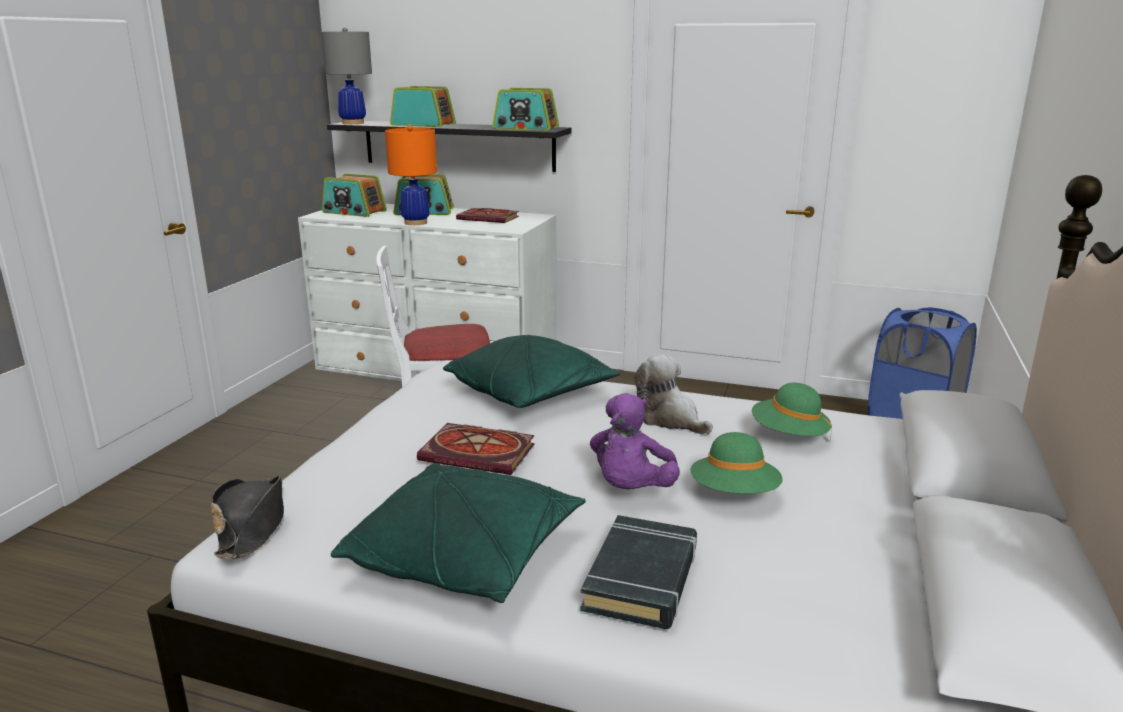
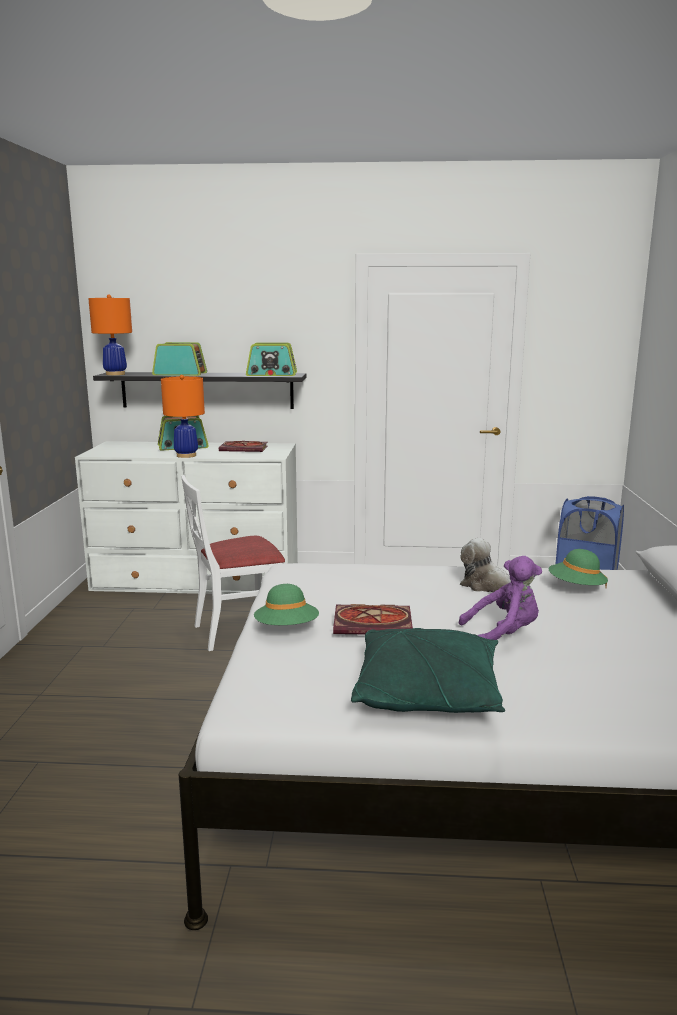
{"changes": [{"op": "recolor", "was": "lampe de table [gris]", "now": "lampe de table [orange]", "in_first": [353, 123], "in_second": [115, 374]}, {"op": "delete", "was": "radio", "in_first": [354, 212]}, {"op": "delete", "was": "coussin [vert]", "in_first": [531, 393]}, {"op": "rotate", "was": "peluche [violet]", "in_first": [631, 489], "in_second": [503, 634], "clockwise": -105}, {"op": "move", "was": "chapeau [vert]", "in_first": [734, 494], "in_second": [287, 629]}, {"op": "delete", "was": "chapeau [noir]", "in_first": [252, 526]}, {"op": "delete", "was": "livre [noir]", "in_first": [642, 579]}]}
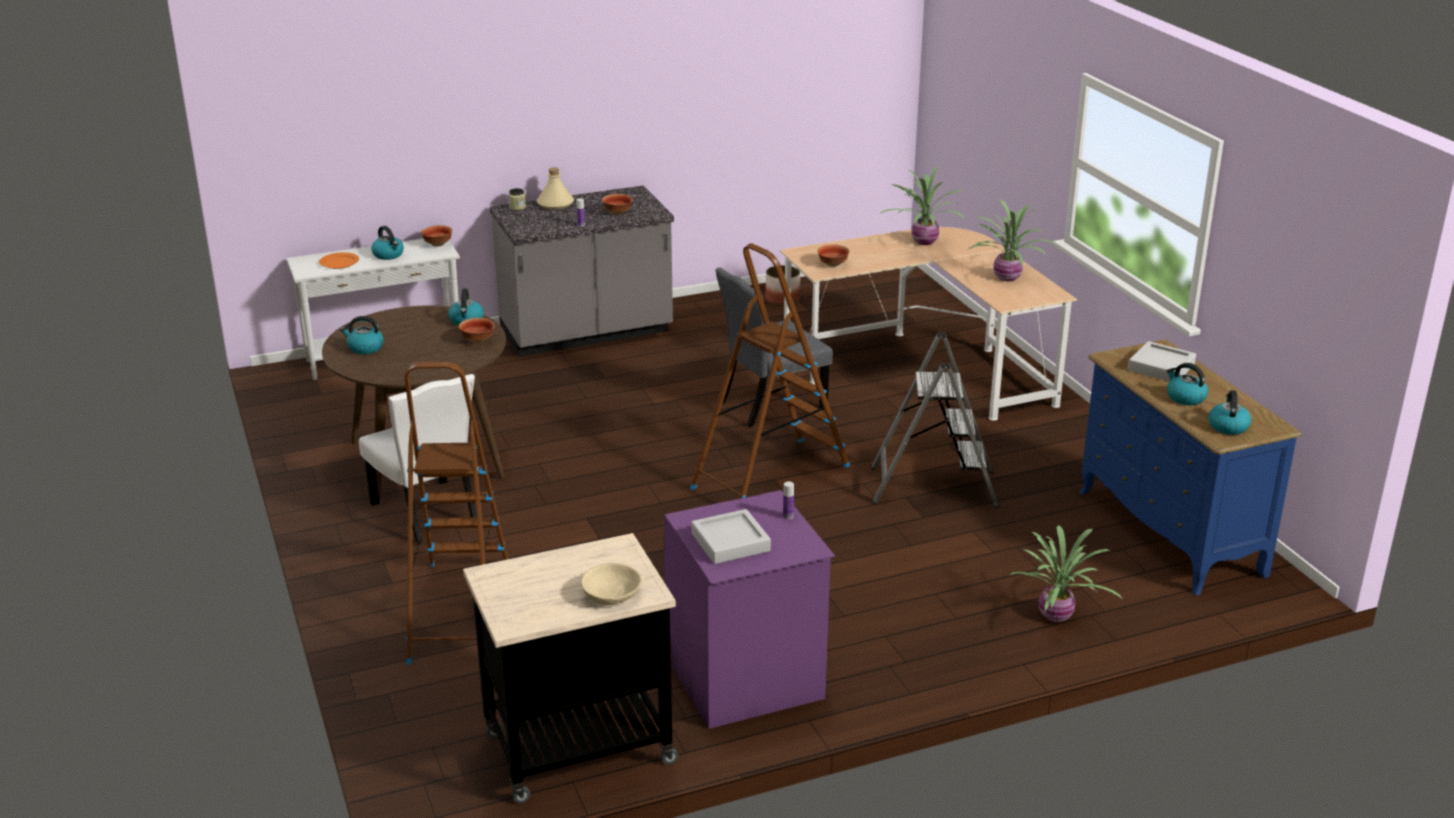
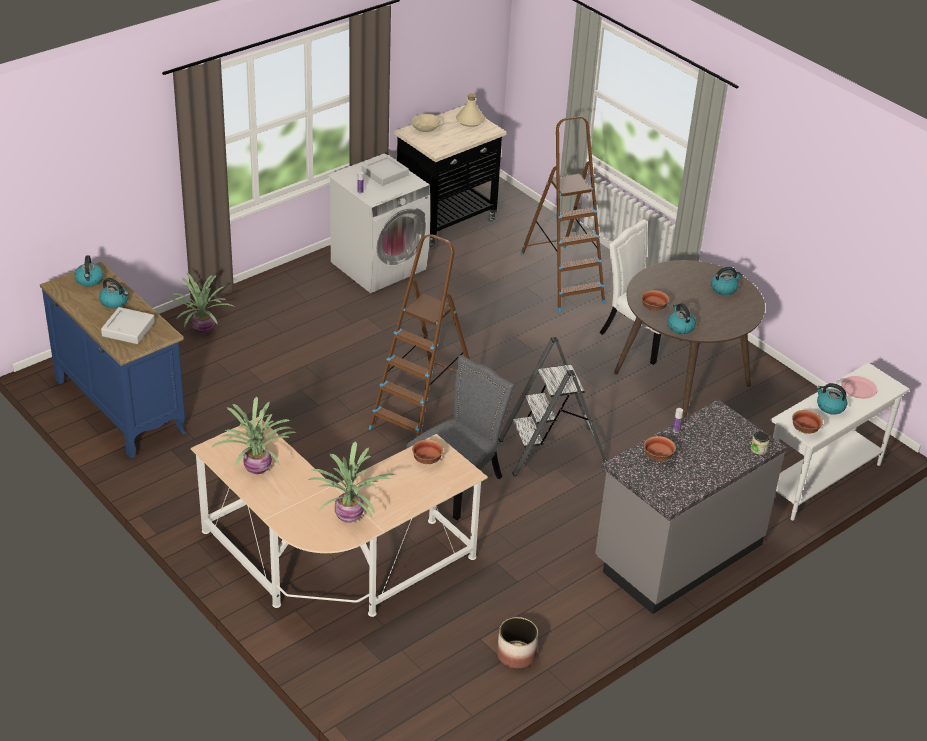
{"changes": [{"op": "move", "was": "bouteille [beige]", "in_first": [555, 204], "in_second": [470, 120]}, {"op": "recolor", "was": "assiette [orange]", "now": "assiette [rose]", "in_first": [339, 262], "in_second": [858, 389]}, {"op": "move", "was": "escabeau [gris]", "in_first": [931, 486], "in_second": [553, 450]}, {"op": "recolor", "was": "lave-linge [violet]", "now": "lave-linge [blanc]", "in_first": [744, 680], "in_second": [378, 264]}]}
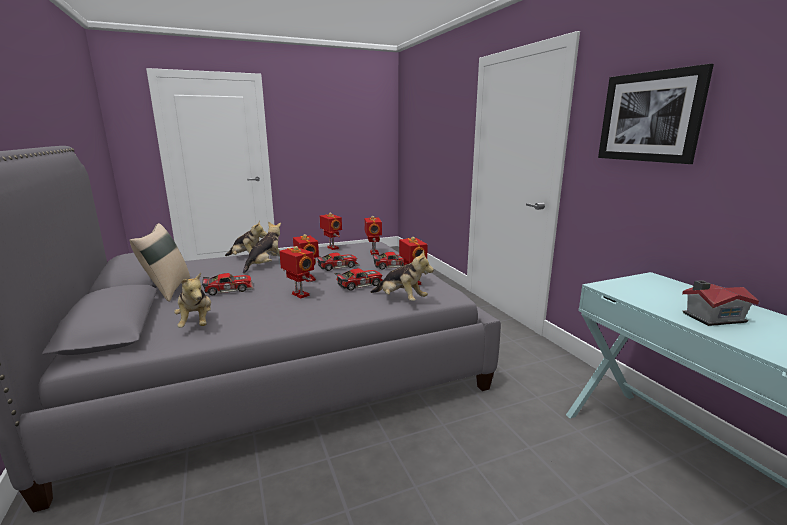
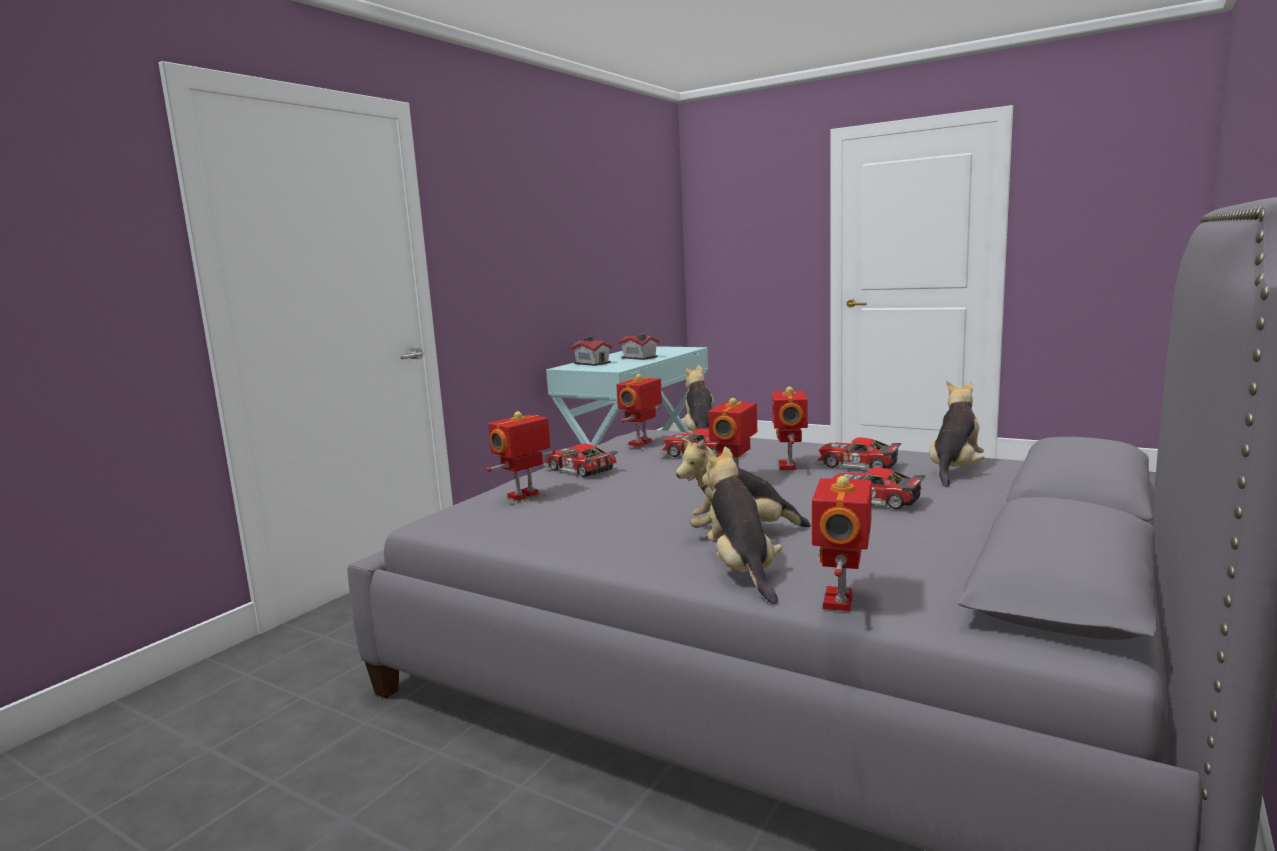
{"changes": [{"op": "delete", "was": "tableau", "in_first": [650, 117]}, {"op": "move", "was": "robot jouet", "in_first": [332, 248], "in_second": [841, 601]}, {"op": "delete", "was": "coussin [beige]", "in_first": [167, 290]}, {"op": "move", "was": "petite voiture", "in_first": [337, 266], "in_second": [856, 465]}, {"op": "insert", "now": "maison miniature", "in_second": [592, 363]}]}
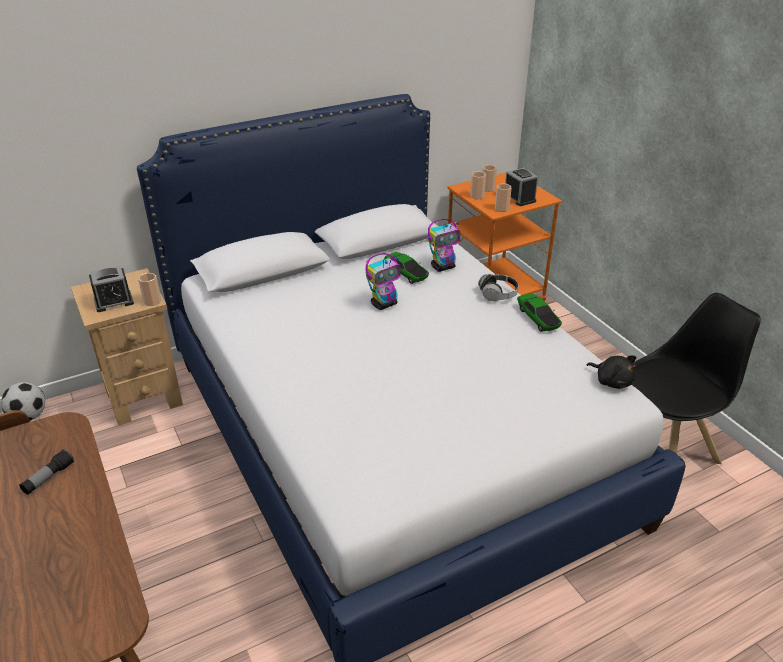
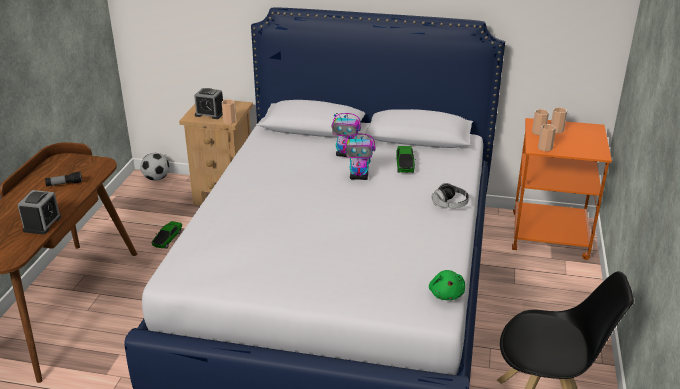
{"changes": [{"op": "move", "was": "réveil", "in_first": [519, 198], "in_second": [42, 224]}, {"op": "move", "was": "robot jouet", "in_first": [443, 267], "in_second": [345, 154]}, {"op": "move", "was": "petite voiture", "in_first": [538, 318], "in_second": [167, 239]}, {"op": "recolor", "was": "peluche [noir]", "now": "peluche [vert]", "in_first": [612, 381], "in_second": [446, 294]}]}
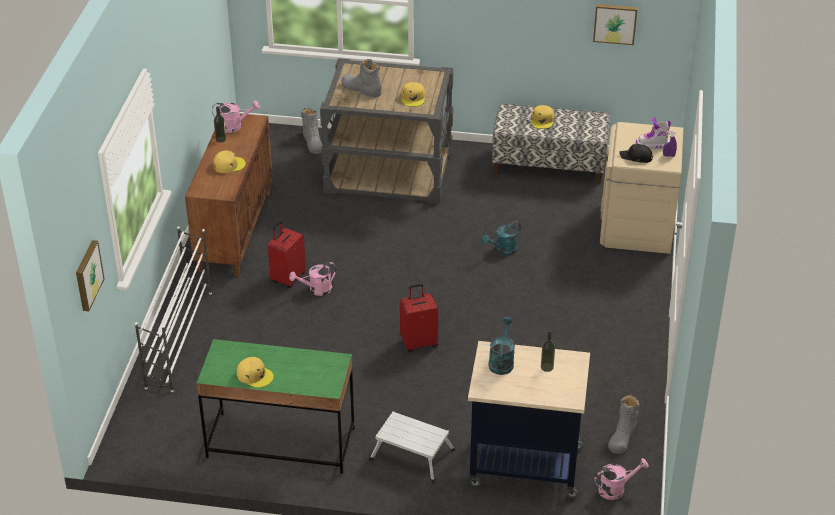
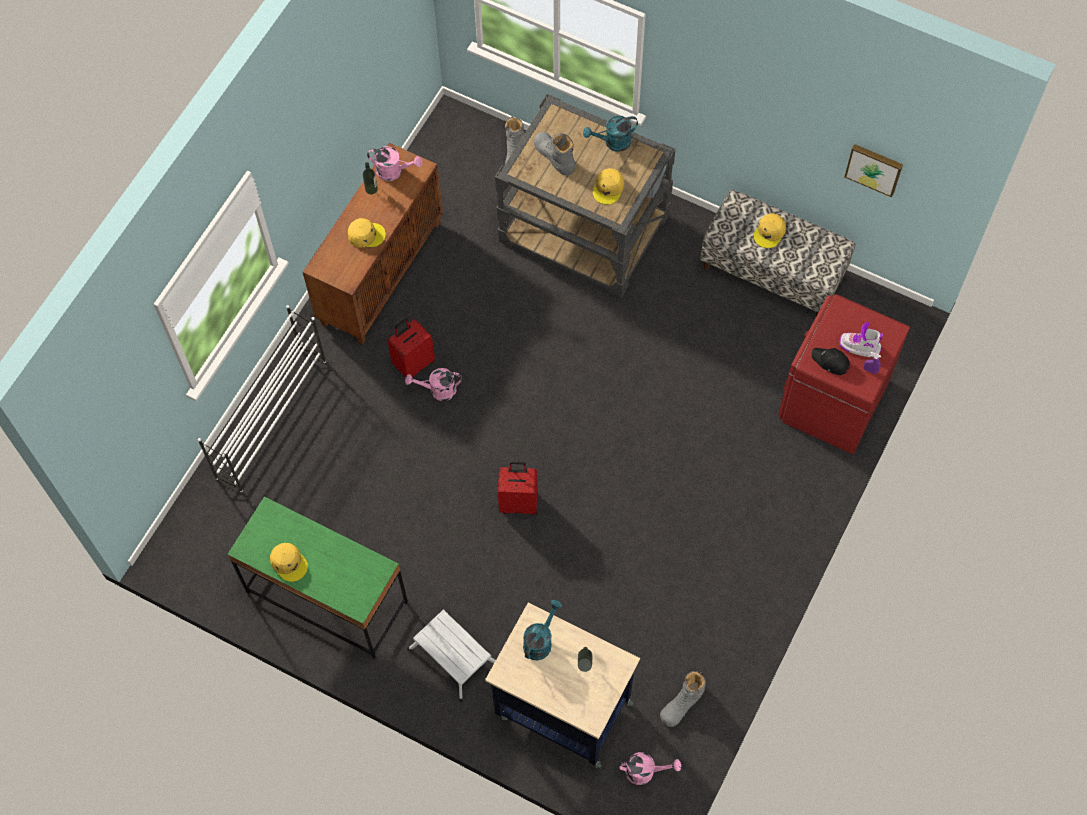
{"changes": [{"op": "recolor", "was": "lave-linge [beige]", "now": "lave-linge [rouge]", "in_first": [635, 226], "in_second": [831, 400]}, {"op": "move", "was": "arrosoir [turquoise]", "in_first": [503, 250], "in_second": [613, 142]}, {"op": "delete", "was": "tableau", "in_first": [87, 275]}]}
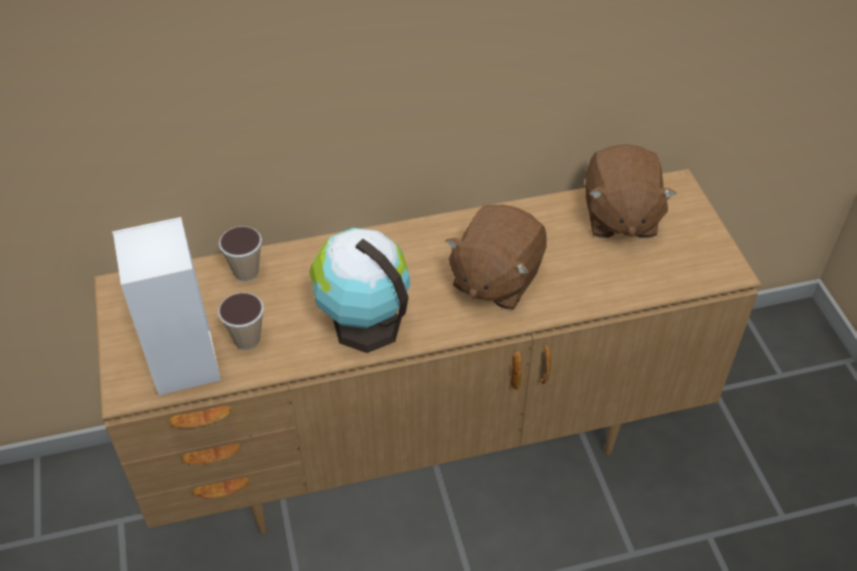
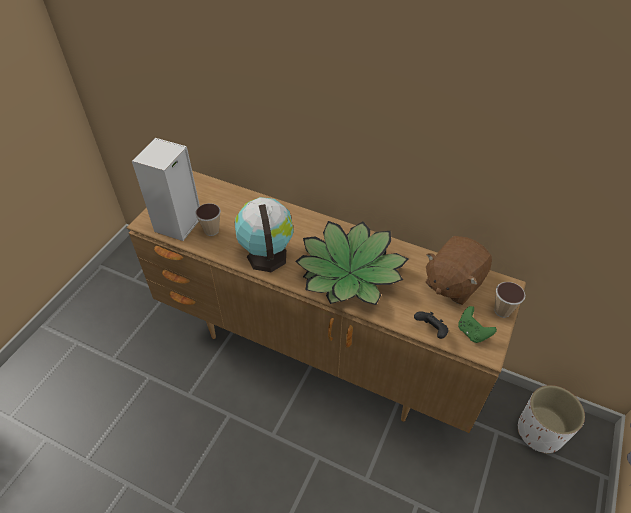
{"changes": [{"op": "replace", "was": "peluche [marron]", "now": "plante en pot", "in_first": [495, 279], "in_second": [350, 273]}, {"op": "move", "was": "tasse", "in_first": [246, 272], "in_second": [502, 311]}, {"op": "insert", "now": "manette [vert]", "in_second": [472, 332]}, {"op": "insert", "now": "manette [noir]", "in_second": [431, 330]}, {"op": "insert", "now": "cache-pot [blanc]", "in_second": [540, 431]}]}
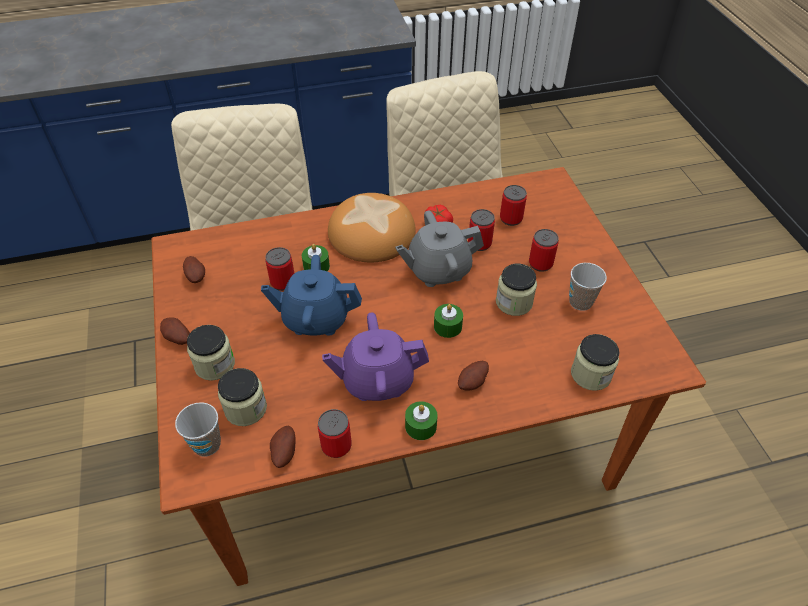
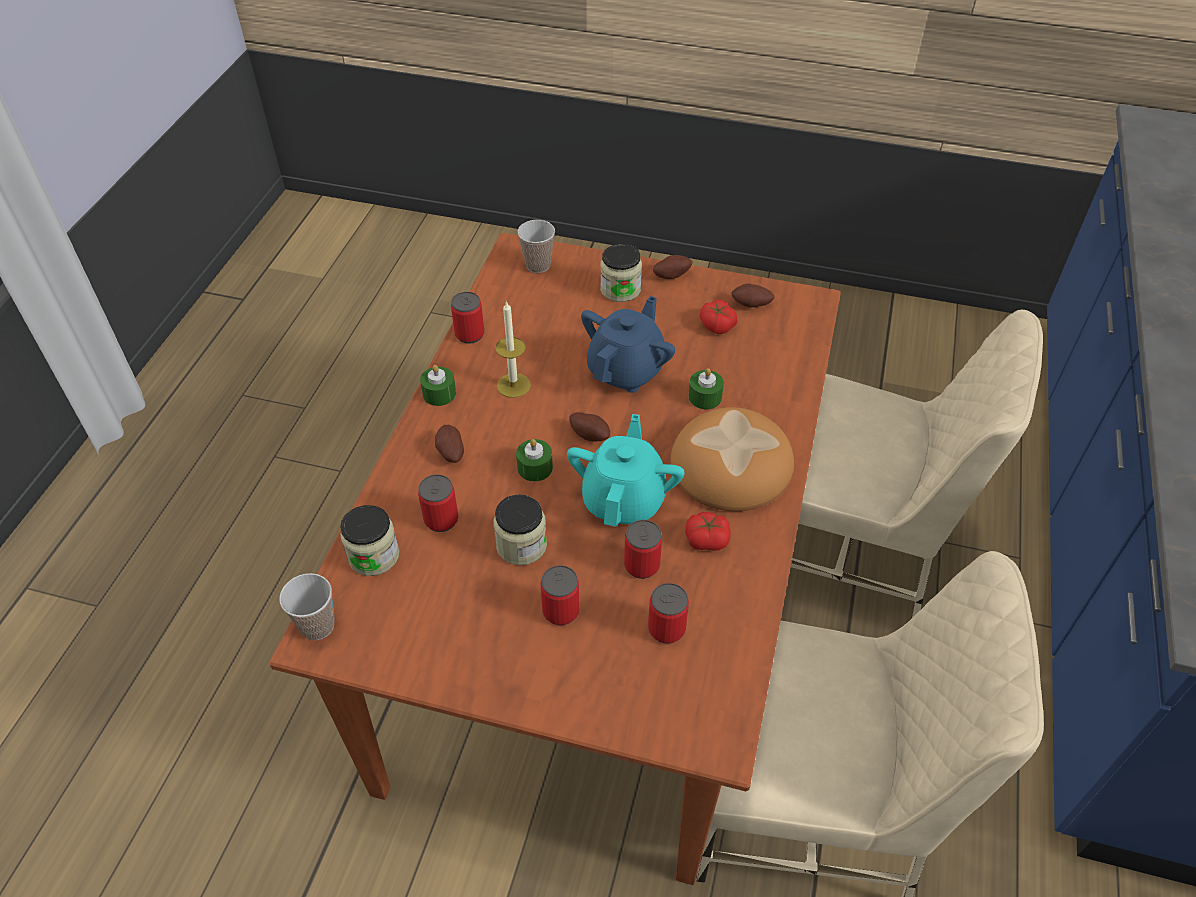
{"changes": [{"op": "recolor", "was": "théière [gris]", "now": "théière [turquoise]", "in_first": [438, 270], "in_second": [624, 500]}, {"op": "move", "was": "boîte métallique", "in_first": [283, 282], "in_second": [441, 519]}, {"op": "move", "was": "tasse", "in_first": [580, 302], "in_second": [317, 626]}, {"op": "replace", "was": "théière [violet]", "now": "bougie", "in_first": [377, 380], "in_second": [513, 385]}, {"op": "delete", "was": "bocal", "in_first": [246, 409]}, {"op": "move", "was": "pomme de terre", "in_first": [283, 452], "in_second": [590, 435]}, {"op": "insert", "now": "tomate", "in_second": [717, 325]}]}
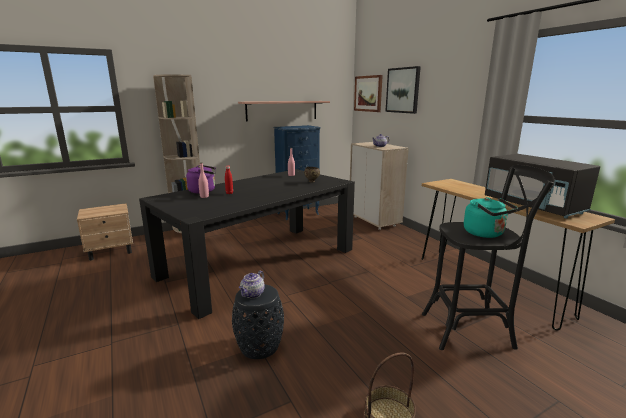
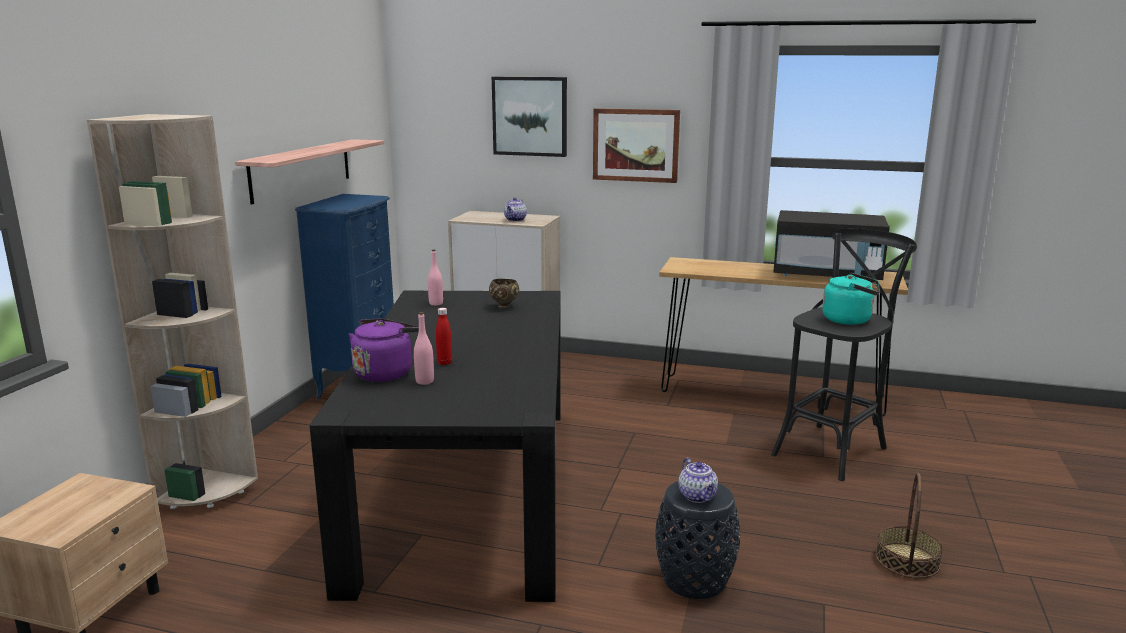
{"changes": [{"op": "move", "was": "tableau", "in_first": [368, 93], "in_second": [636, 145]}]}
